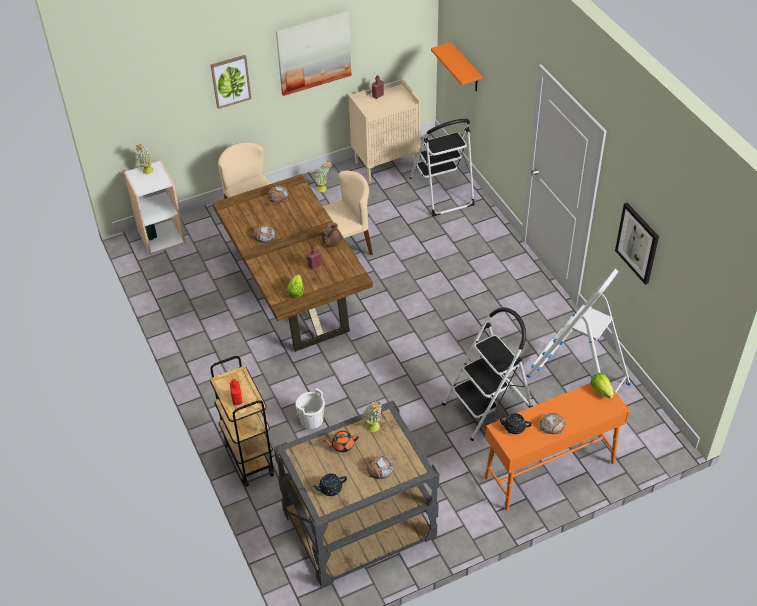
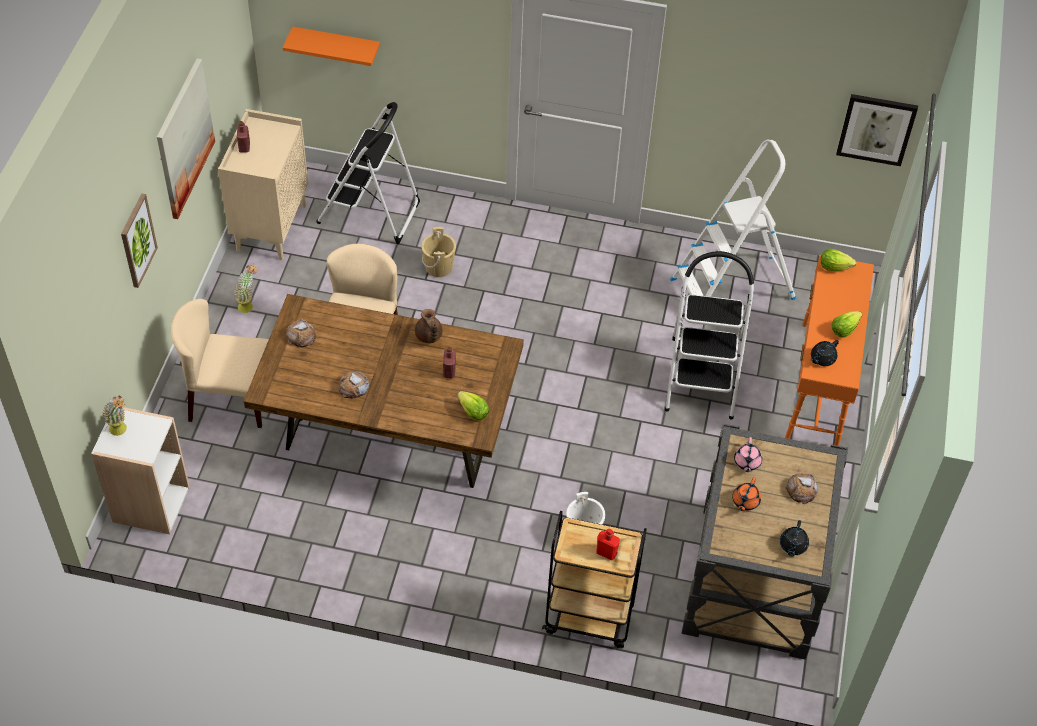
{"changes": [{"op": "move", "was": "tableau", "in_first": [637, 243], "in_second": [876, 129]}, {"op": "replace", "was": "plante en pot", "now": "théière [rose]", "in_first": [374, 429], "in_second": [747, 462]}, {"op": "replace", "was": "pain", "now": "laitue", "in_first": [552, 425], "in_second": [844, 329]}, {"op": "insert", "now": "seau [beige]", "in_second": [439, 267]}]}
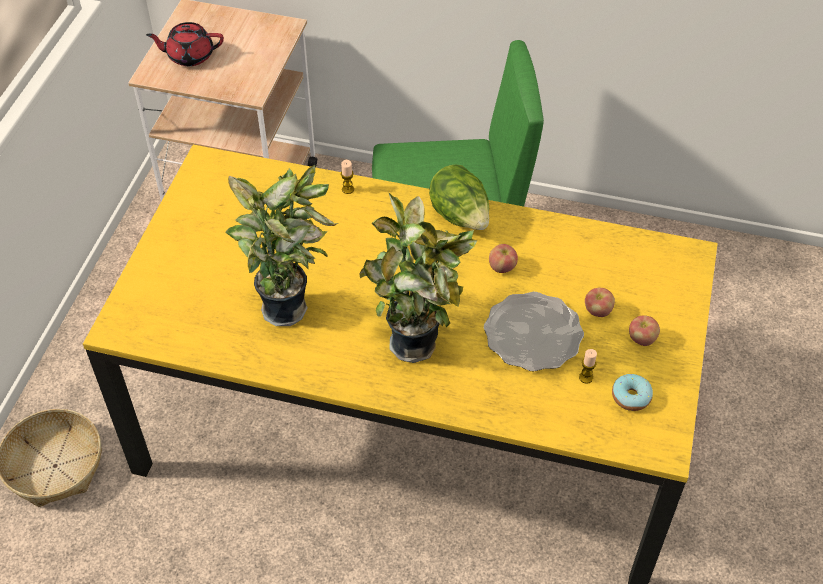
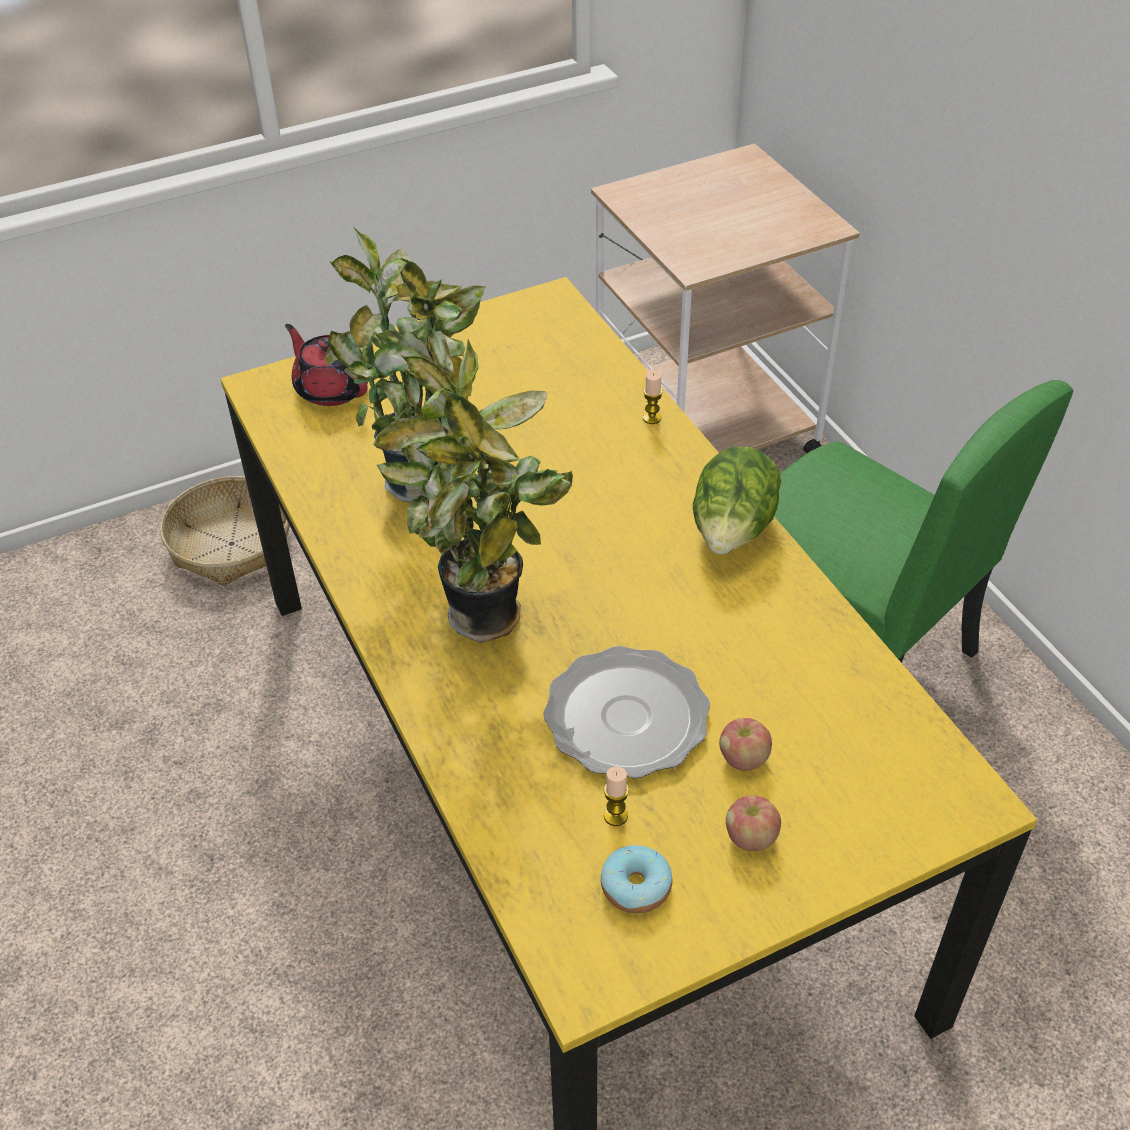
{"changes": [{"op": "move", "was": "théière [rouge]", "in_first": [189, 56], "in_second": [331, 388]}, {"op": "delete", "was": "pomme", "in_first": [502, 267]}]}
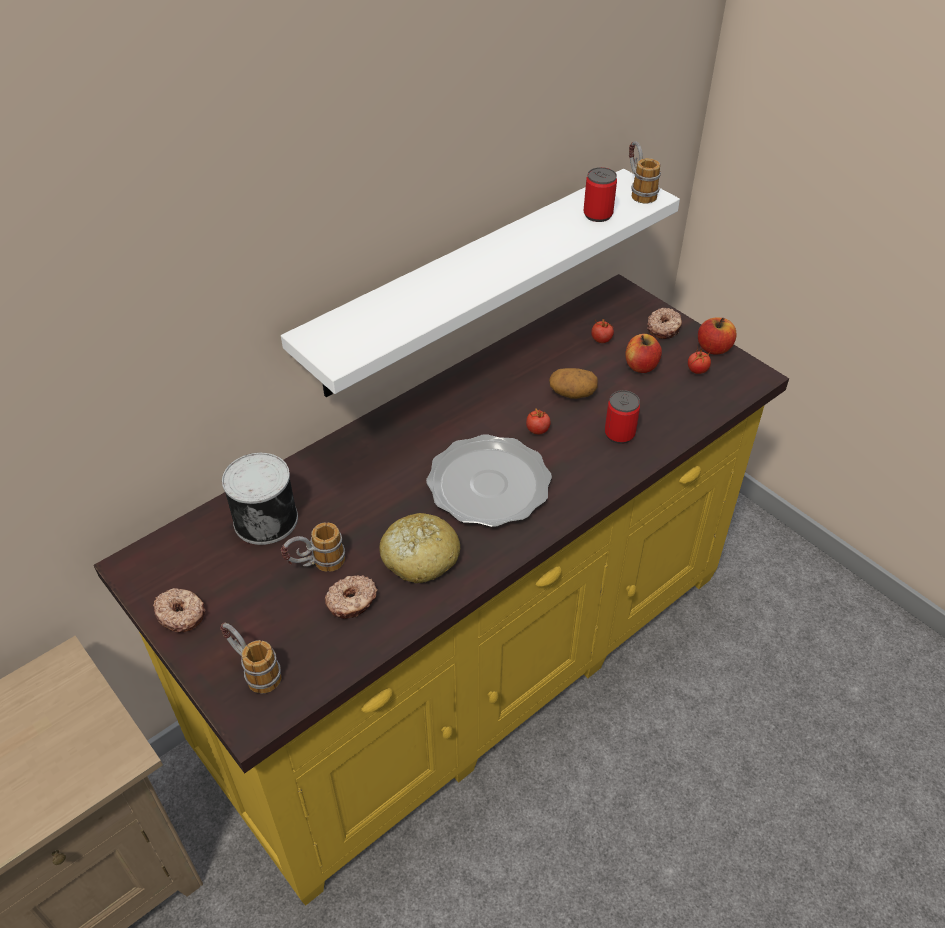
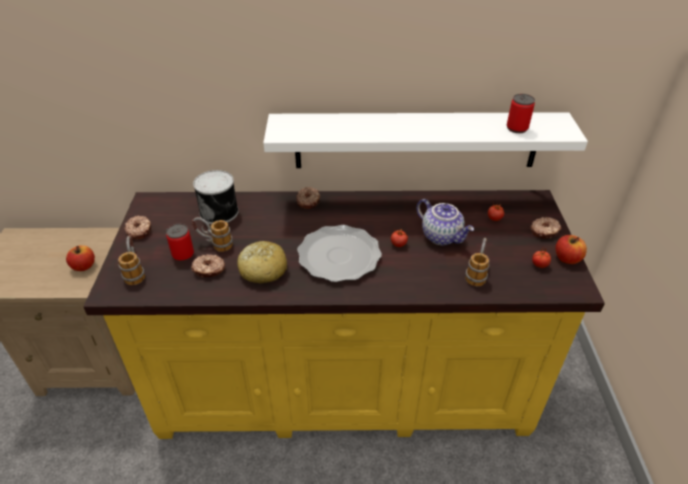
{"changes": [{"op": "move", "was": "mug", "in_first": [638, 190], "in_second": [477, 273]}, {"op": "move", "was": "pomme", "in_first": [641, 366], "in_second": [84, 266]}, {"op": "replace", "was": "pomme de terre", "now": "théière", "in_first": [572, 393], "in_second": [442, 236]}, {"op": "move", "was": "boîte métallique", "in_first": [619, 434], "in_second": [183, 255]}, {"op": "insert", "now": "beignet", "in_second": [308, 201]}]}
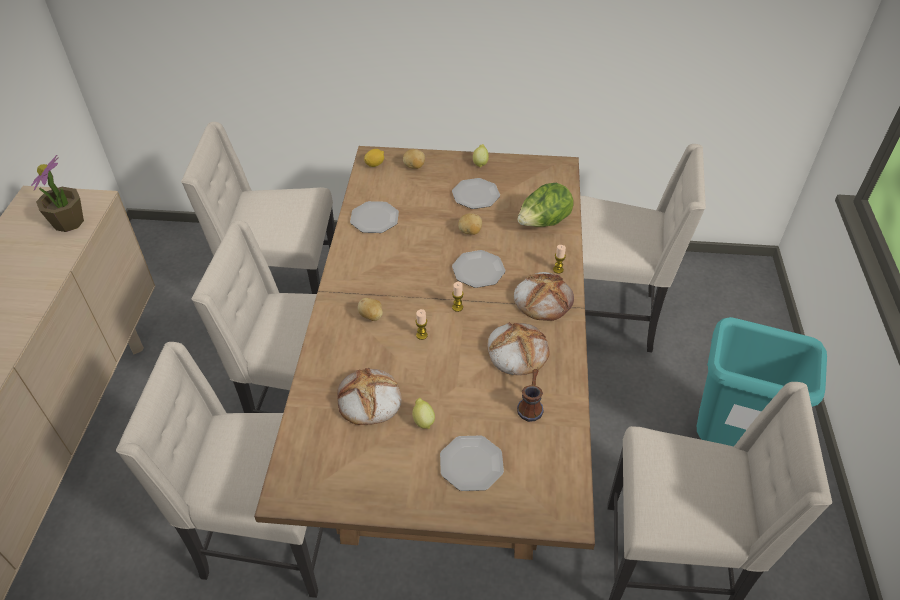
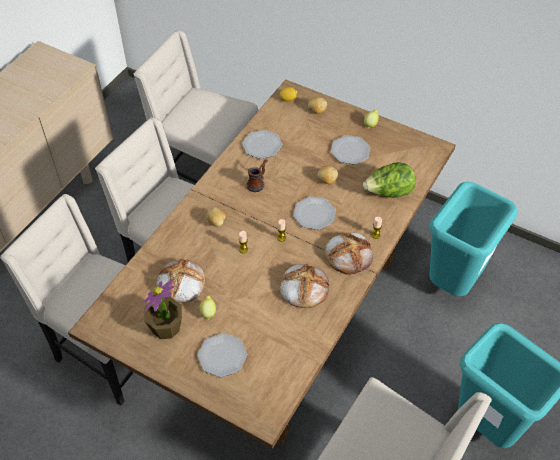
{"changes": [{"op": "replace", "was": "chaise [beige]", "now": "poubelle [turquoise]", "in_first": [609, 316], "in_second": [453, 284]}, {"op": "move", "was": "plante en pot", "in_first": [68, 222], "in_second": [166, 328]}, {"op": "move", "was": "mug", "in_first": [530, 405], "in_second": [258, 183]}]}
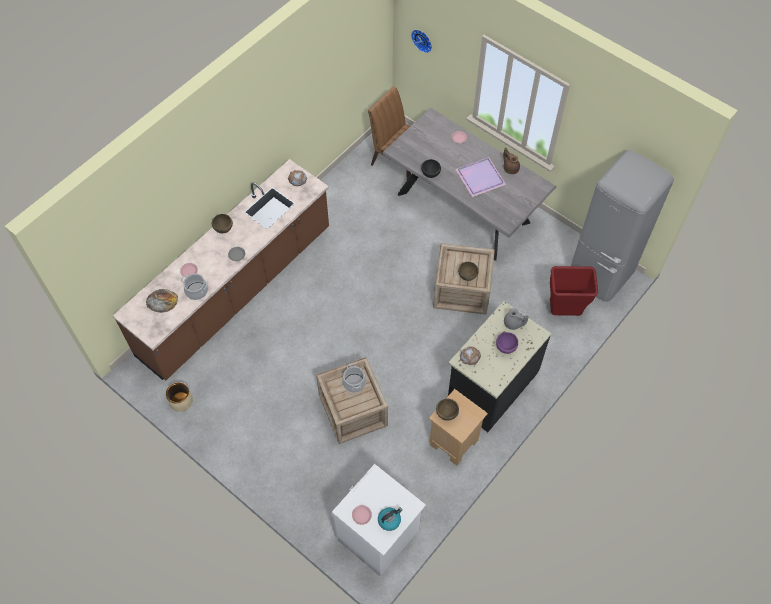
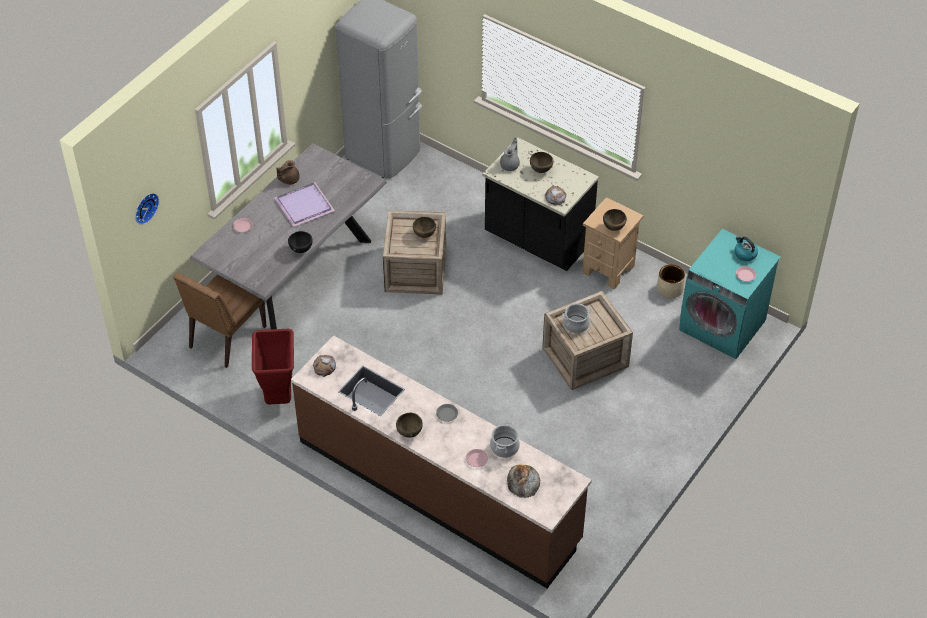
{"changes": [{"op": "move", "was": "poubelle [rouge]", "in_first": [564, 311], "in_second": [278, 396]}, {"op": "recolor", "was": "bol [violet]", "now": "bol [marron]", "in_first": [505, 348], "in_second": [541, 170]}, {"op": "move", "was": "cache-pot [beige]", "in_first": [181, 401], "in_second": [669, 289]}, {"op": "recolor", "was": "lave-linge [blanc]", "now": "lave-linge [turquoise]", "in_first": [378, 535], "in_second": [724, 325]}]}
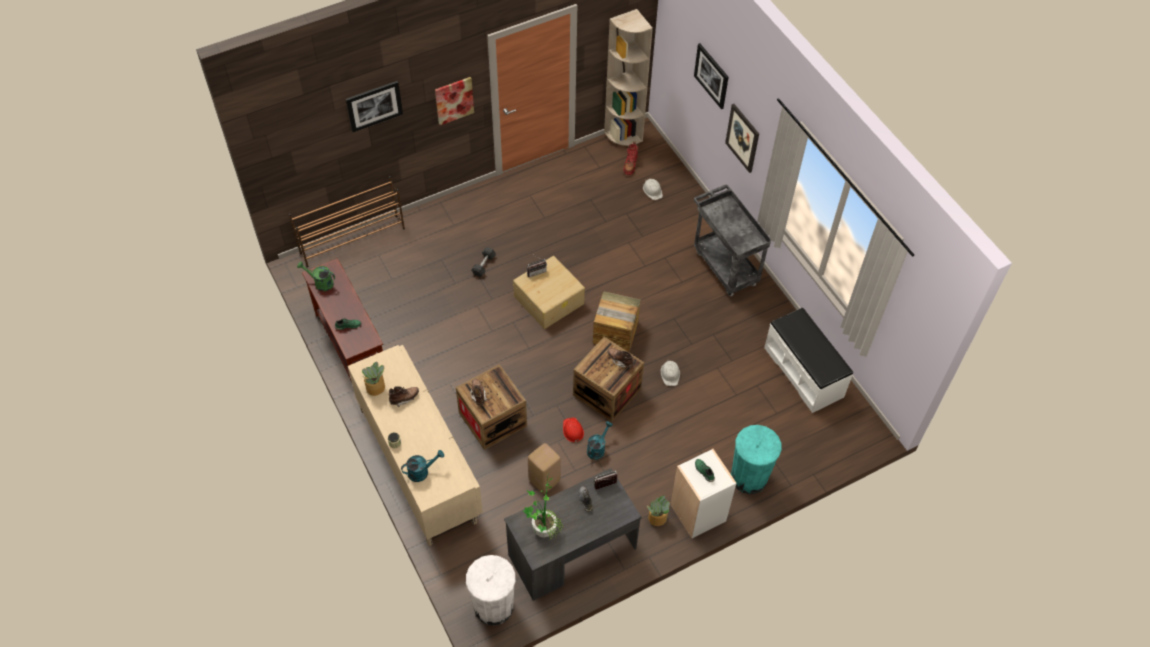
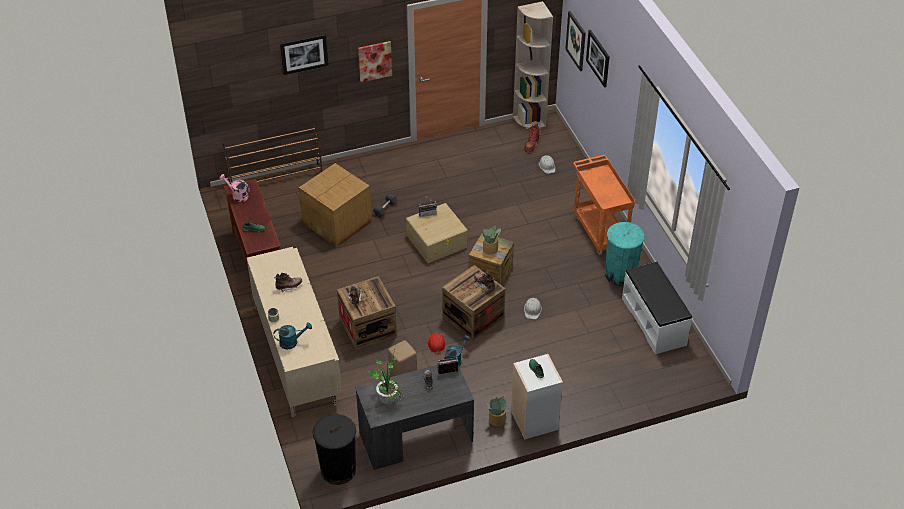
{"changes": [{"op": "move", "was": "tableau", "in_first": [742, 138], "in_second": [576, 41]}, {"op": "recolor", "was": "chariot [gris]", "now": "chariot [orange]", "in_first": [723, 266], "in_second": [598, 231]}, {"op": "recolor", "was": "arrosoir [vert]", "now": "arrosoir [rose]", "in_first": [320, 283], "in_second": [237, 195]}, {"op": "move", "was": "plante en pot", "in_first": [376, 387], "in_second": [490, 249]}, {"op": "move", "was": "poubelle [turquoise]", "in_first": [749, 477], "in_second": [620, 275]}, {"op": "recolor", "was": "poubelle [blanc]", "now": "poubelle [noir]", "in_first": [493, 606], "in_second": [338, 470]}, {"op": "insert", "now": "carton", "in_second": [338, 222]}]}
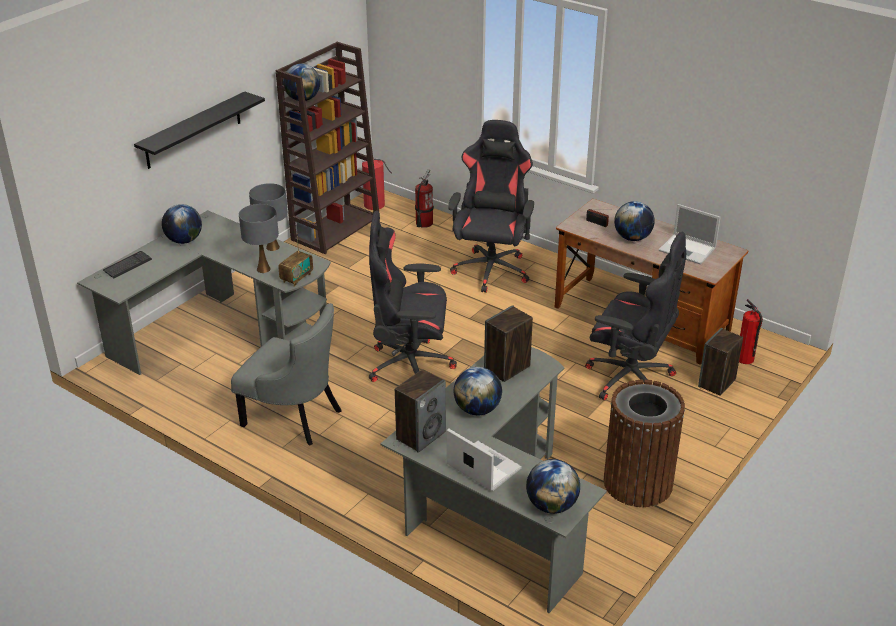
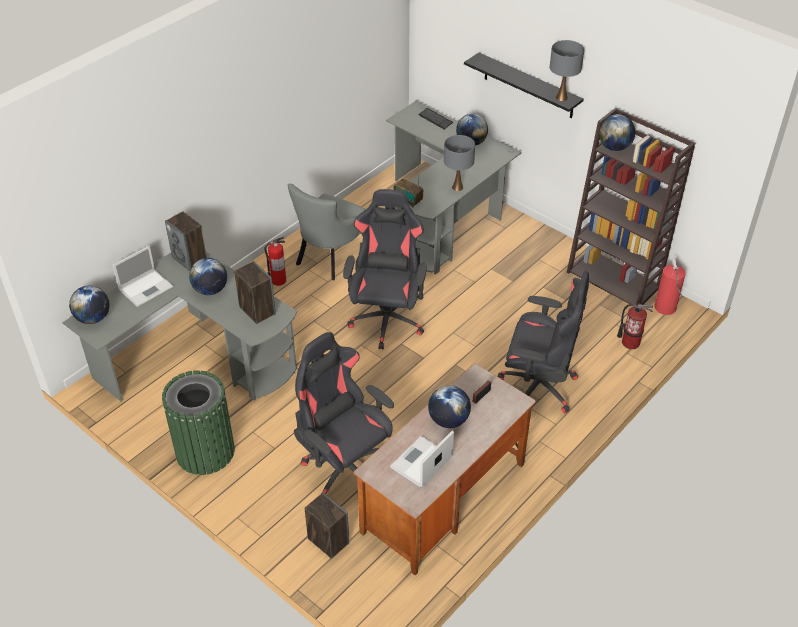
{"changes": [{"op": "move", "was": "lampe de table [gris]", "in_first": [263, 269], "in_second": [561, 98]}, {"op": "rotate", "was": "chaise de bureau [noir]", "in_first": [628, 379], "in_second": [346, 470], "clockwise": 105}, {"op": "move", "was": "extincteur", "in_first": [745, 359], "in_second": [278, 280]}, {"op": "recolor", "was": "poubelle [marron]", "now": "poubelle [vert]", "in_first": [638, 483], "in_second": [205, 451]}]}
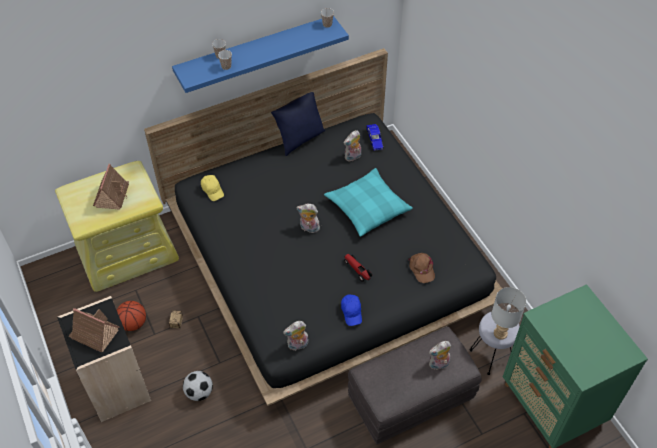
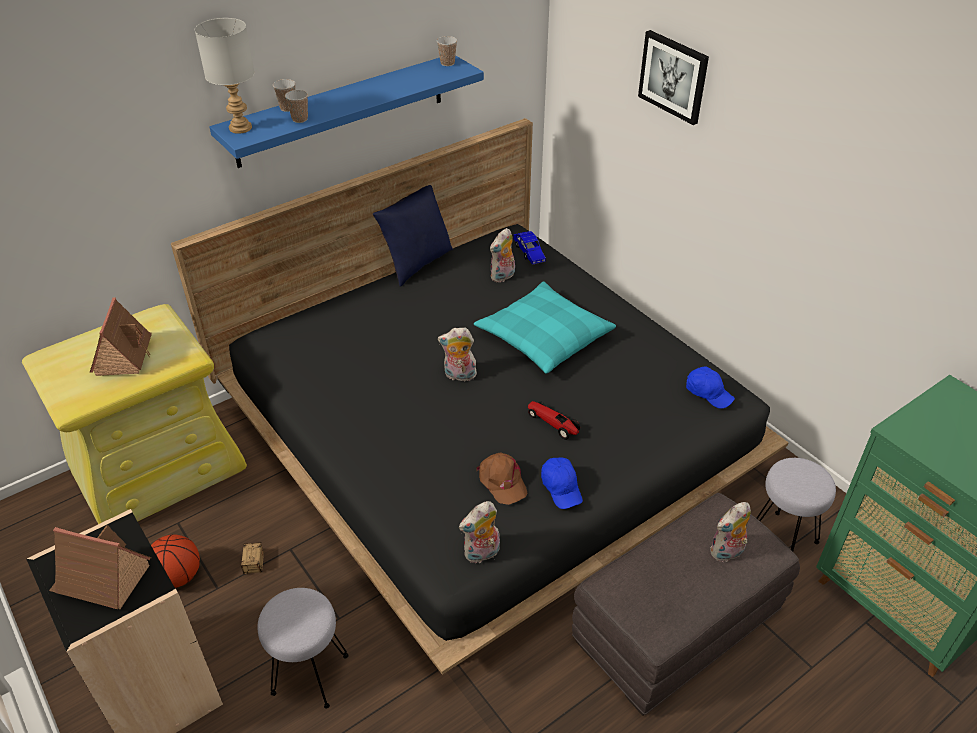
{"changes": [{"op": "delete", "was": "casquette [jaune]", "in_first": [212, 190]}, {"op": "move", "was": "casquette [marron]", "in_first": [421, 269], "in_second": [502, 481]}, {"op": "move", "was": "lampe de table [gris]", "in_first": [500, 333], "in_second": [239, 128]}, {"op": "replace", "was": "ballon de foot", "now": "tabouret [gris]", "in_first": [199, 392], "in_second": [310, 675]}, {"op": "insert", "now": "tableau", "in_second": [673, 76]}, {"op": "insert", "now": "casquette [bleu]", "in_second": [708, 393]}]}
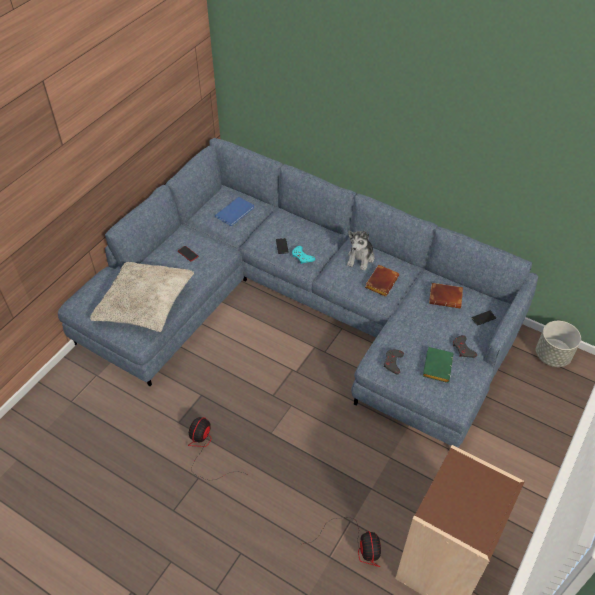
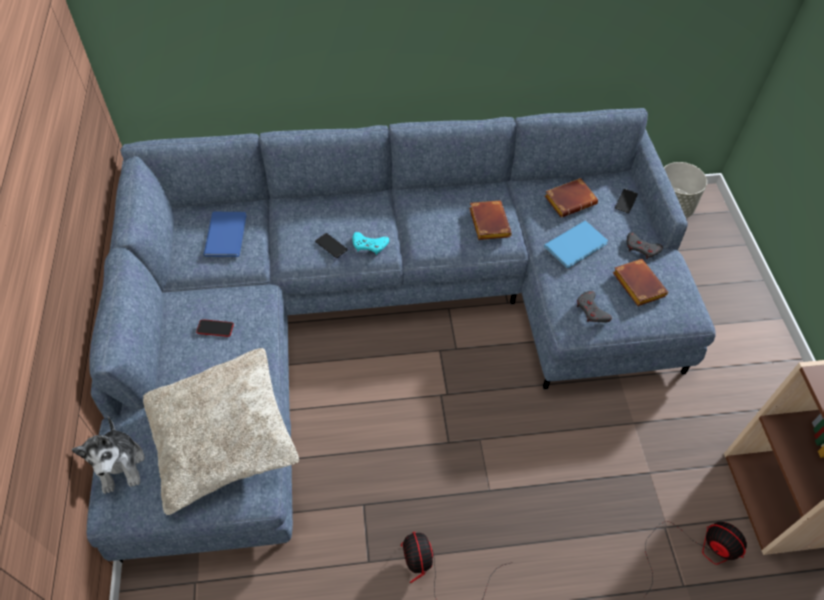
{"changes": [{"op": "move", "was": "peluche", "in_first": [360, 258], "in_second": [120, 464]}, {"op": "recolor", "was": "livre [vert]", "now": "livre [marron]", "in_first": [436, 366], "in_second": [636, 284]}, {"op": "insert", "now": "livre [bleu]", "in_second": [578, 245]}]}
